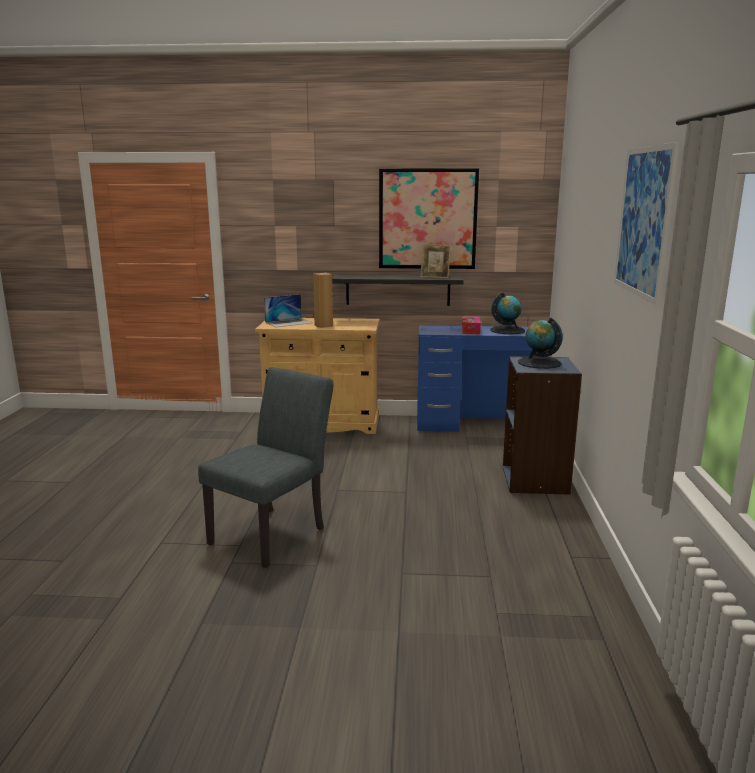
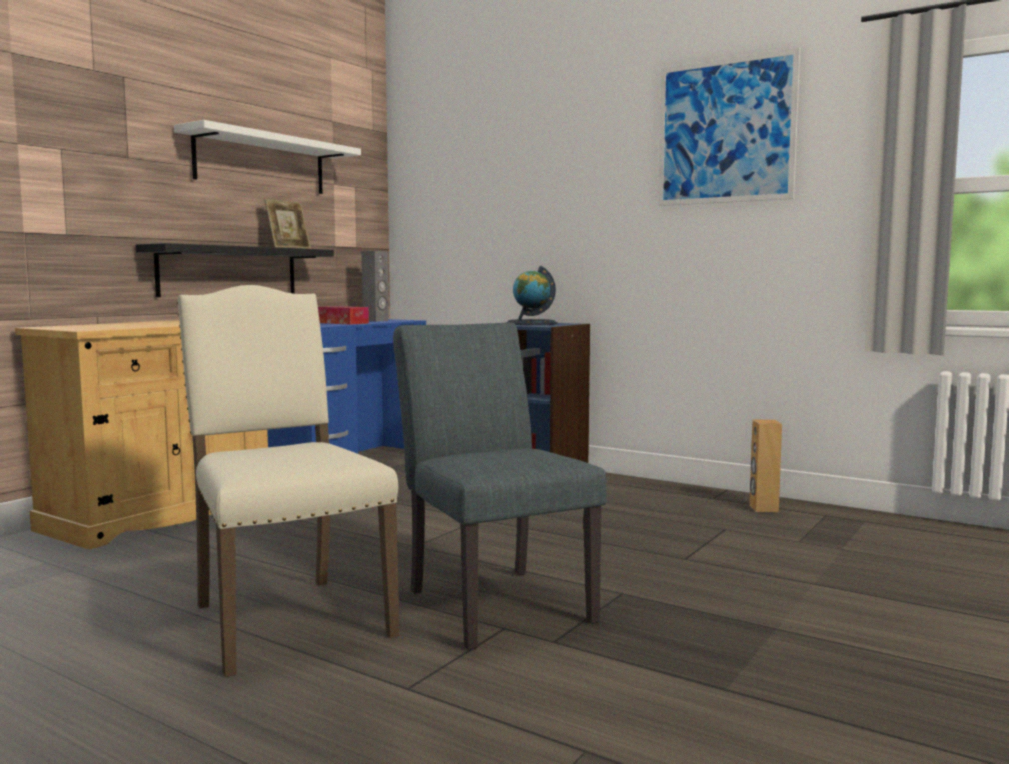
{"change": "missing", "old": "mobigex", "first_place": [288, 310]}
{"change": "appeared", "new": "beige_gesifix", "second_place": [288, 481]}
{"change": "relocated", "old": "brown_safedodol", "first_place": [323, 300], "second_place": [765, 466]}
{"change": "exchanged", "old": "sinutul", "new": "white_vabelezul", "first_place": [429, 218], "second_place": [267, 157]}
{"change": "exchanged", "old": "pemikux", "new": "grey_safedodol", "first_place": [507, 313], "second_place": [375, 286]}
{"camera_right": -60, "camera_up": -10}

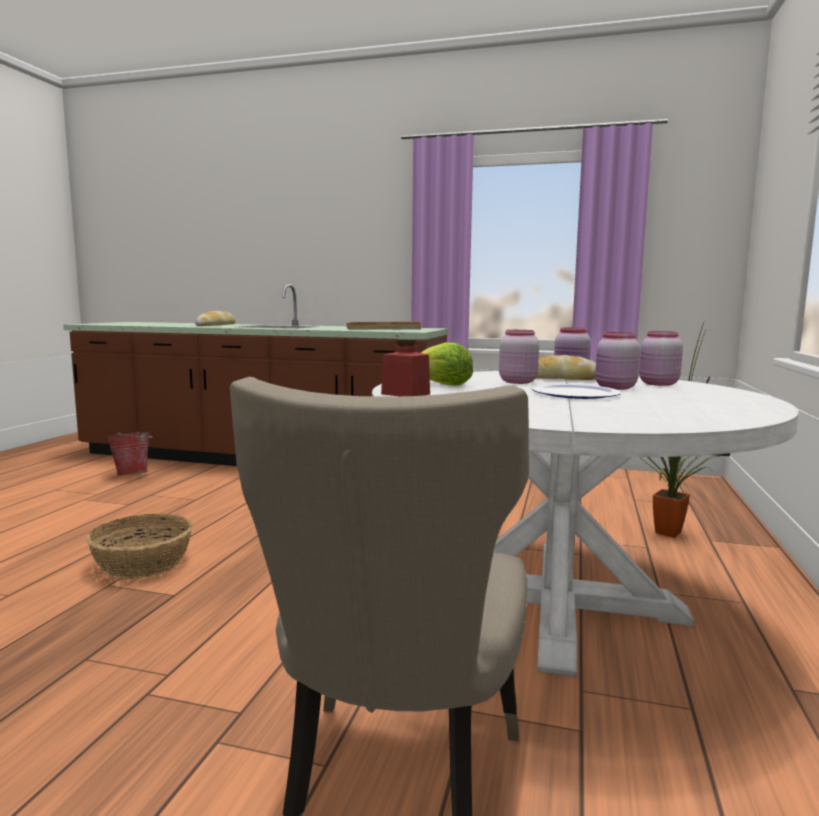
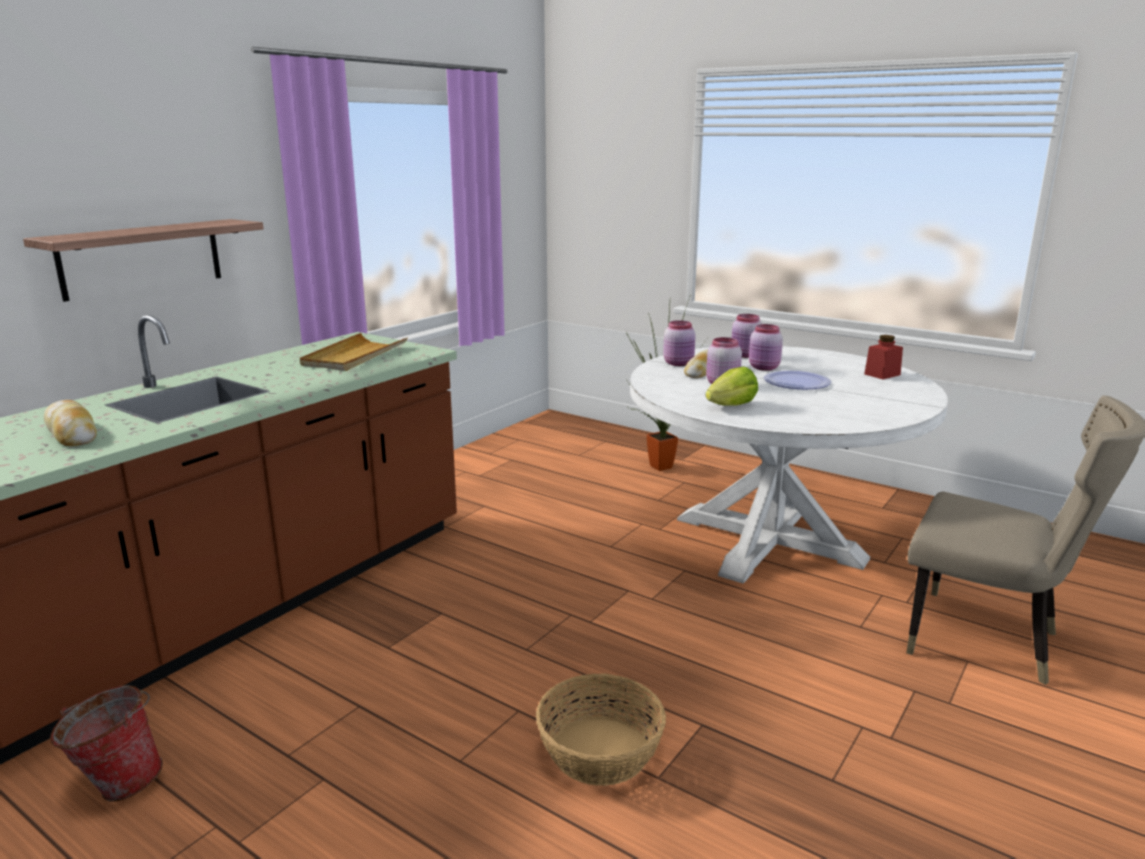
{"change": "appeared", "new": "vabelezul", "second_place": [143, 260]}
{"change": "relocated", "old": "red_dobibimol", "first_place": [405, 367], "second_place": [883, 357]}
{"camera_right": -70, "camera_up": 10}

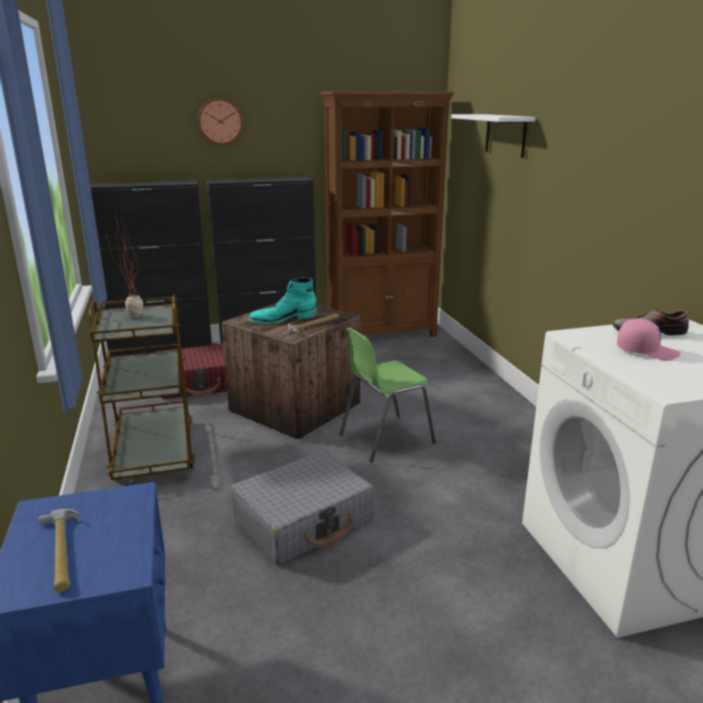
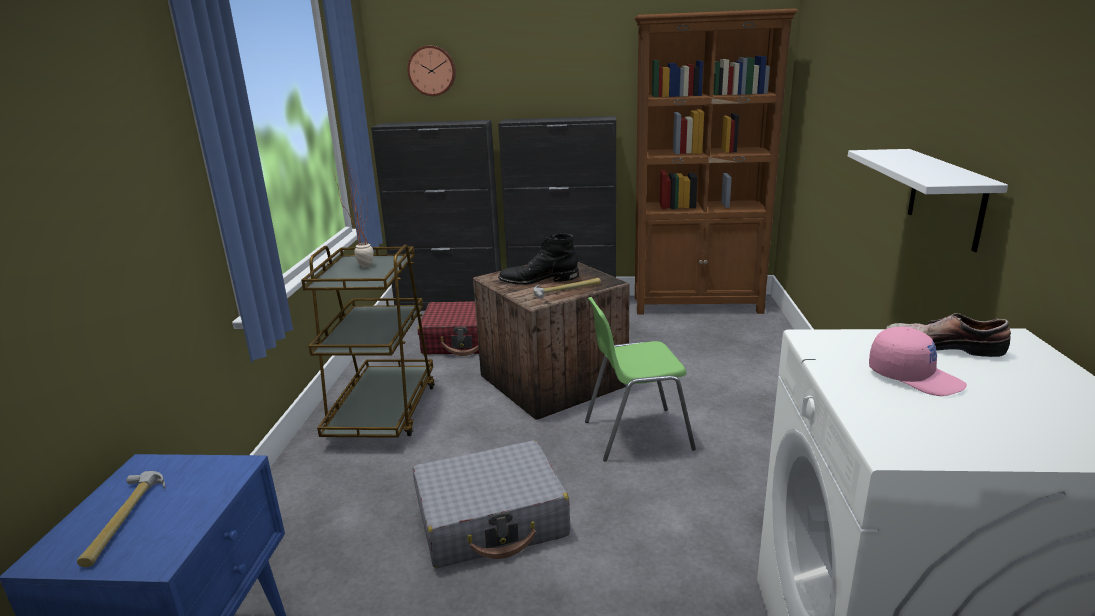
{"change": "relocated", "old": "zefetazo", "first_place": [220, 121], "second_place": [431, 70]}
{"change": "relocated", "old": "white_vabelezul", "first_place": [493, 136], "second_place": [928, 200]}
{"change": "colour", "old": "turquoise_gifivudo", "new": "black_gifivudo", "first_place": [282, 301], "second_place": [538, 259]}
{"camera_right": 20, "camera_up": 0}

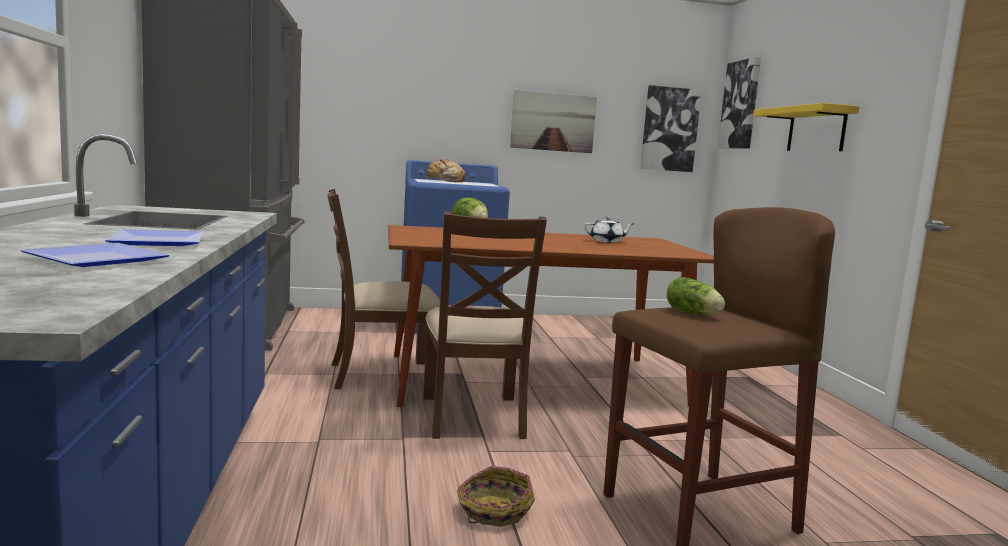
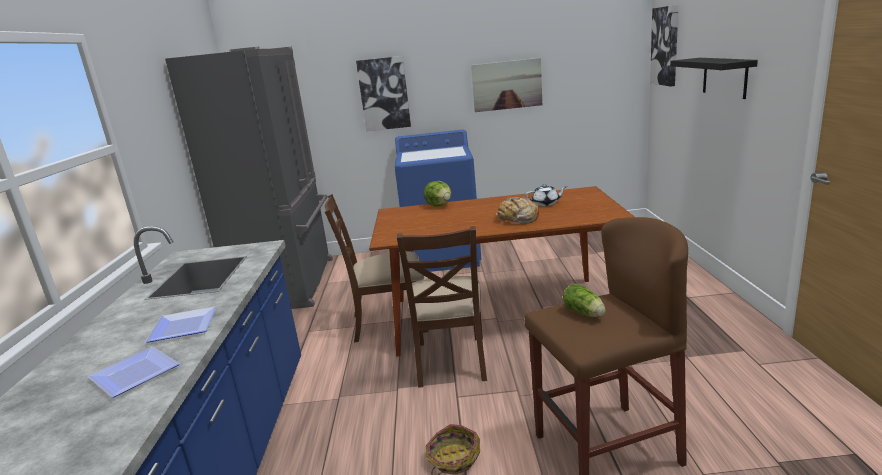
{"change": "relocated", "old": "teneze", "first_place": [445, 170], "second_place": [517, 210]}
{"change": "relocated", "old": "sinutul", "first_place": [671, 128], "second_place": [383, 93]}
{"change": "colour", "old": "yellow_vabelezul", "new": "black_vabelezul", "first_place": [806, 127], "second_place": [714, 78]}
{"camera_right": 10, "camera_up": 10}

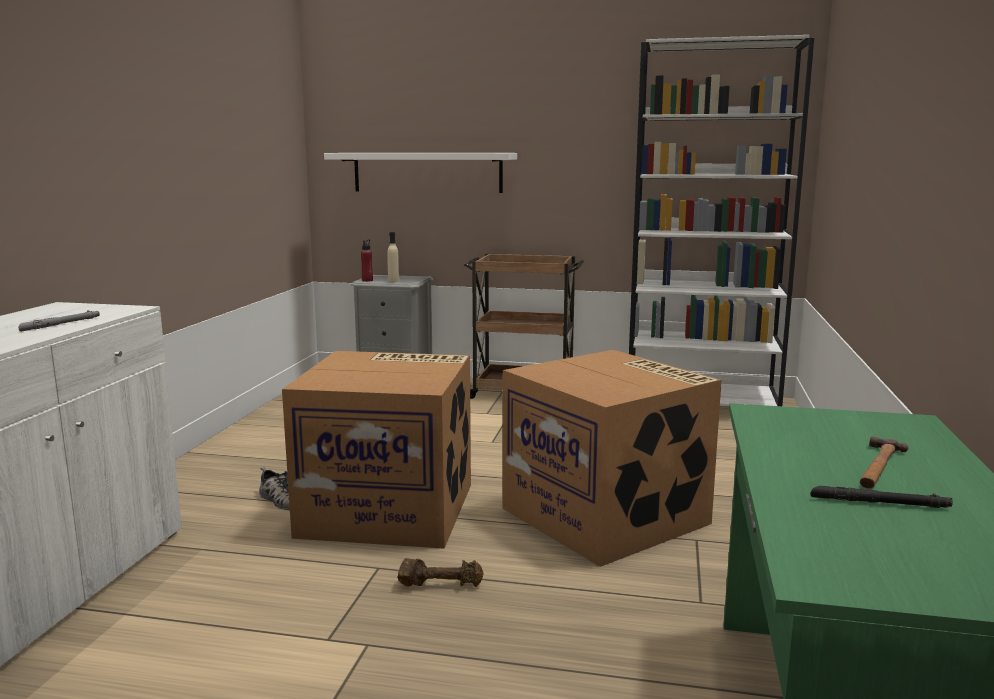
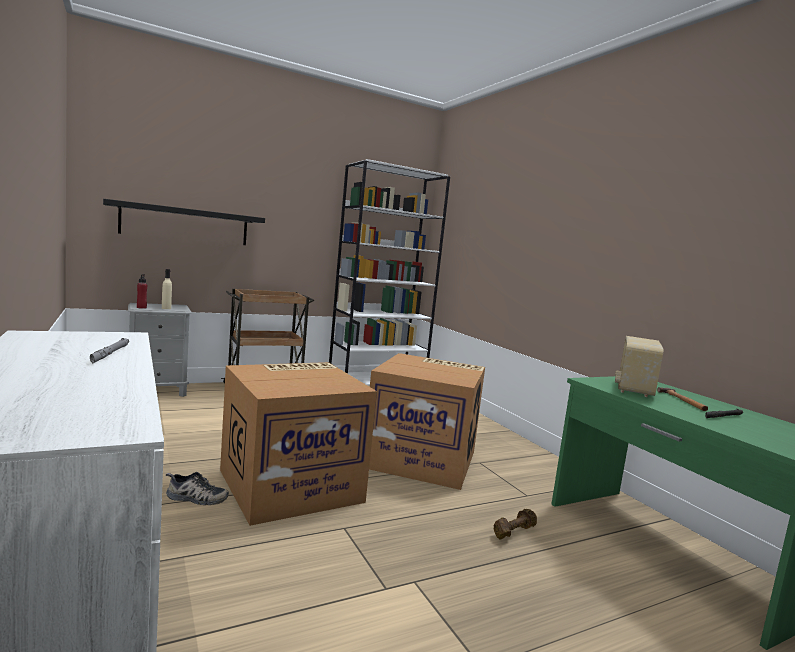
{"change": "appeared", "new": "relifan", "second_place": [639, 366]}
{"change": "relocated", "old": "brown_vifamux", "first_place": [440, 572], "second_place": [515, 524]}
{"change": "colour", "old": "white_vabelezul", "new": "black_vabelezul", "first_place": [420, 173], "second_place": [184, 222]}
{"camera_right": -40, "camera_up": -5}

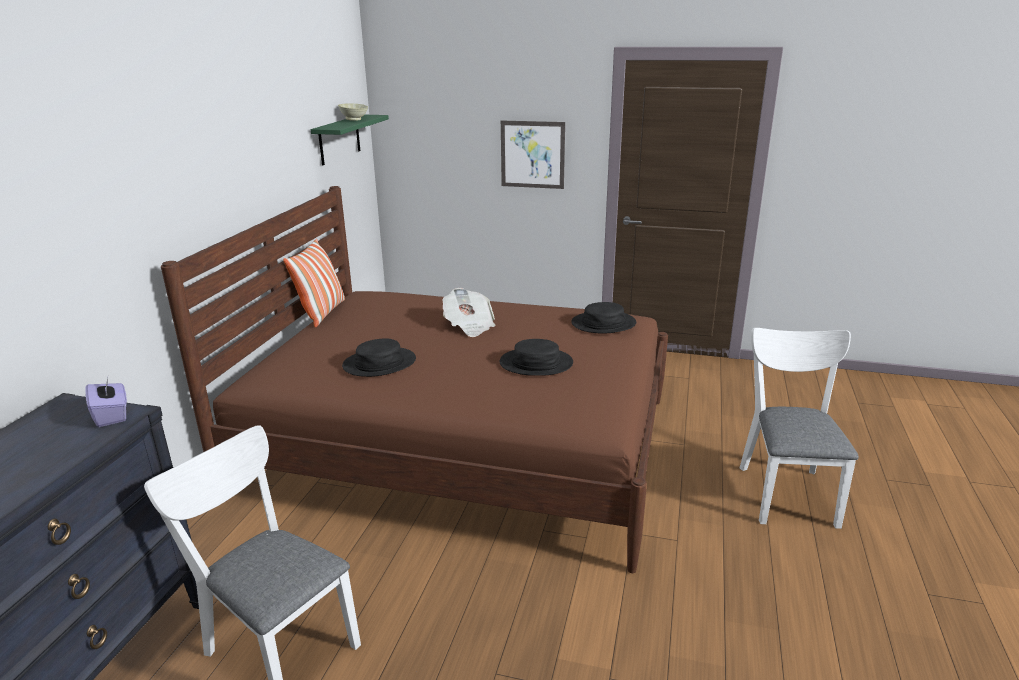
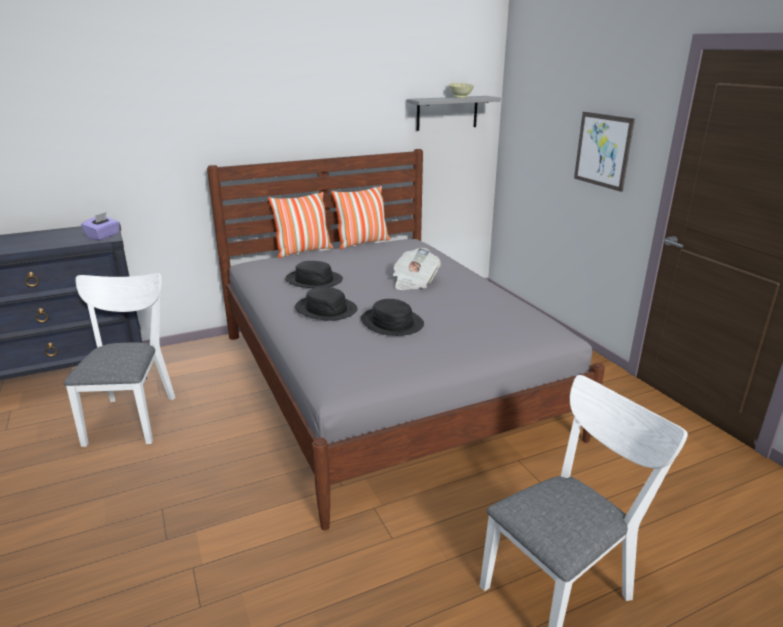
{"change": "appeared", "new": "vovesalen", "second_place": [300, 225]}
{"change": "relocated", "old": "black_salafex", "first_place": [603, 318], "second_place": [326, 304]}
{"change": "colour", "old": "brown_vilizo", "new": "grey_vilizo", "first_place": [414, 379], "second_place": [406, 339]}
{"change": "colour", "old": "green_vabelezul", "new": "grey_vabelezul", "first_place": [350, 140], "second_place": [454, 113]}
{"camera_right": 50, "camera_up": 0}

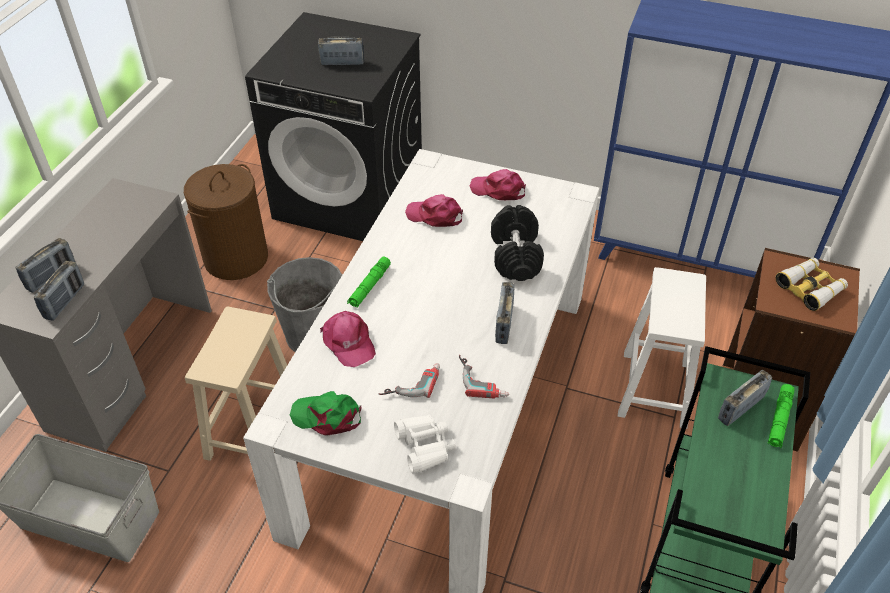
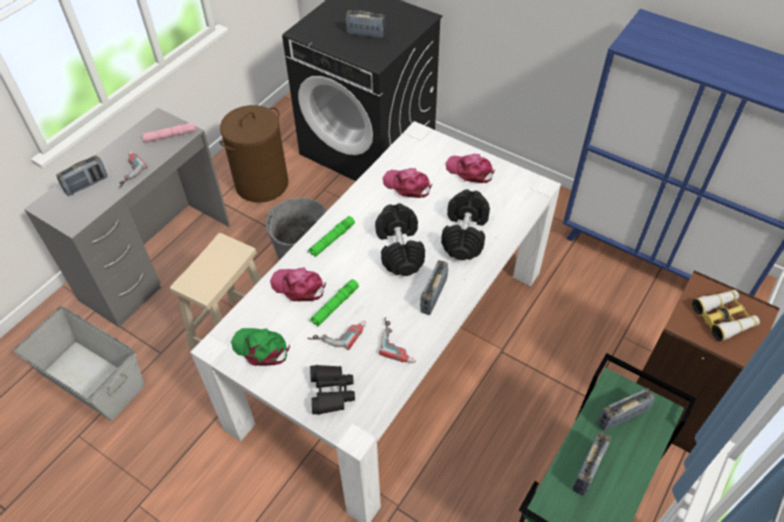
{"change": "missing", "old": "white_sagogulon", "first_place": [662, 348]}
{"change": "appeared", "new": "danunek", "second_place": [133, 169]}
{"change": "appeared", "new": "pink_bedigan", "second_place": [169, 132]}
{"change": "appeared", "new": "black_vifamux", "second_place": [400, 239]}
{"change": "relocated", "old": "relifan", "first_place": [59, 291], "second_place": [592, 464]}
{"change": "relocated", "old": "green_bedigan", "first_place": [781, 416], "second_place": [334, 303]}
{"change": "colour", "old": "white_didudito", "new": "black_didudito", "first_place": [425, 444], "second_place": [332, 390]}
{"change": "spun", "old": "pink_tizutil", "first_place": [348, 339], "second_place": [298, 284], "degrees": 135}
{"camera_right": 15, "camera_up": 5}

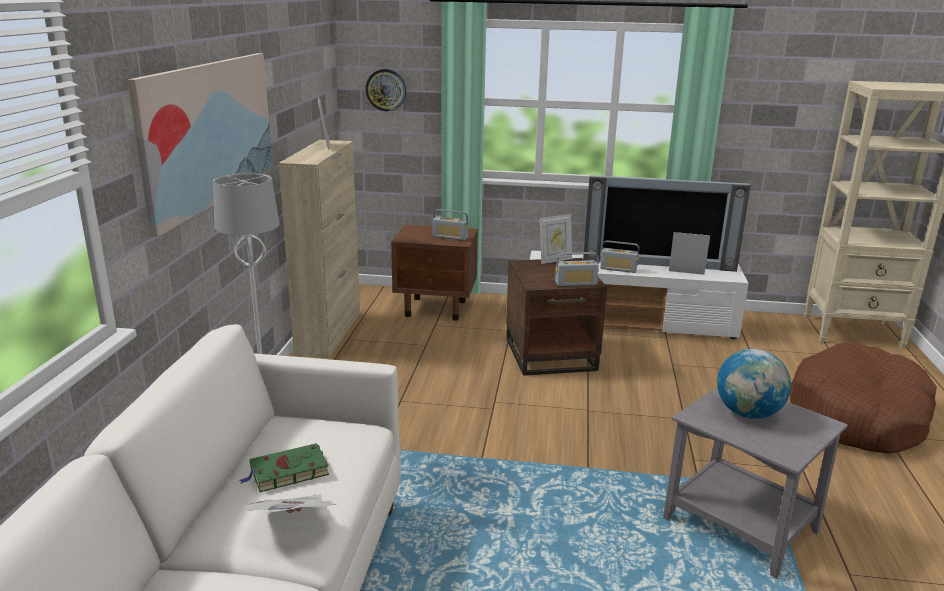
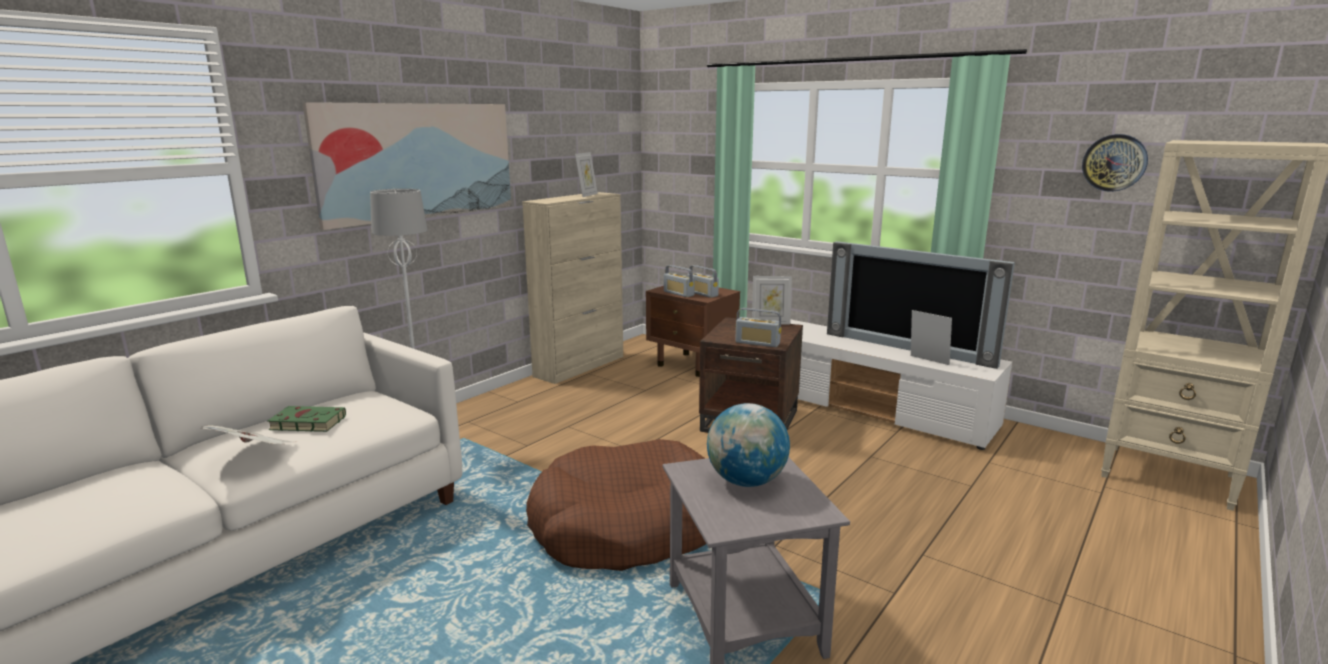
{"change": "relocated", "old": "zefetazo", "first_place": [385, 90], "second_place": [1115, 163]}
{"change": "relocated", "old": "relifan", "first_place": [619, 256], "second_place": [679, 281]}
{"change": "relocated", "old": "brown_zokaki", "first_place": [863, 398], "second_place": [616, 505]}
{"camera_right": 30, "camera_up": -5}

